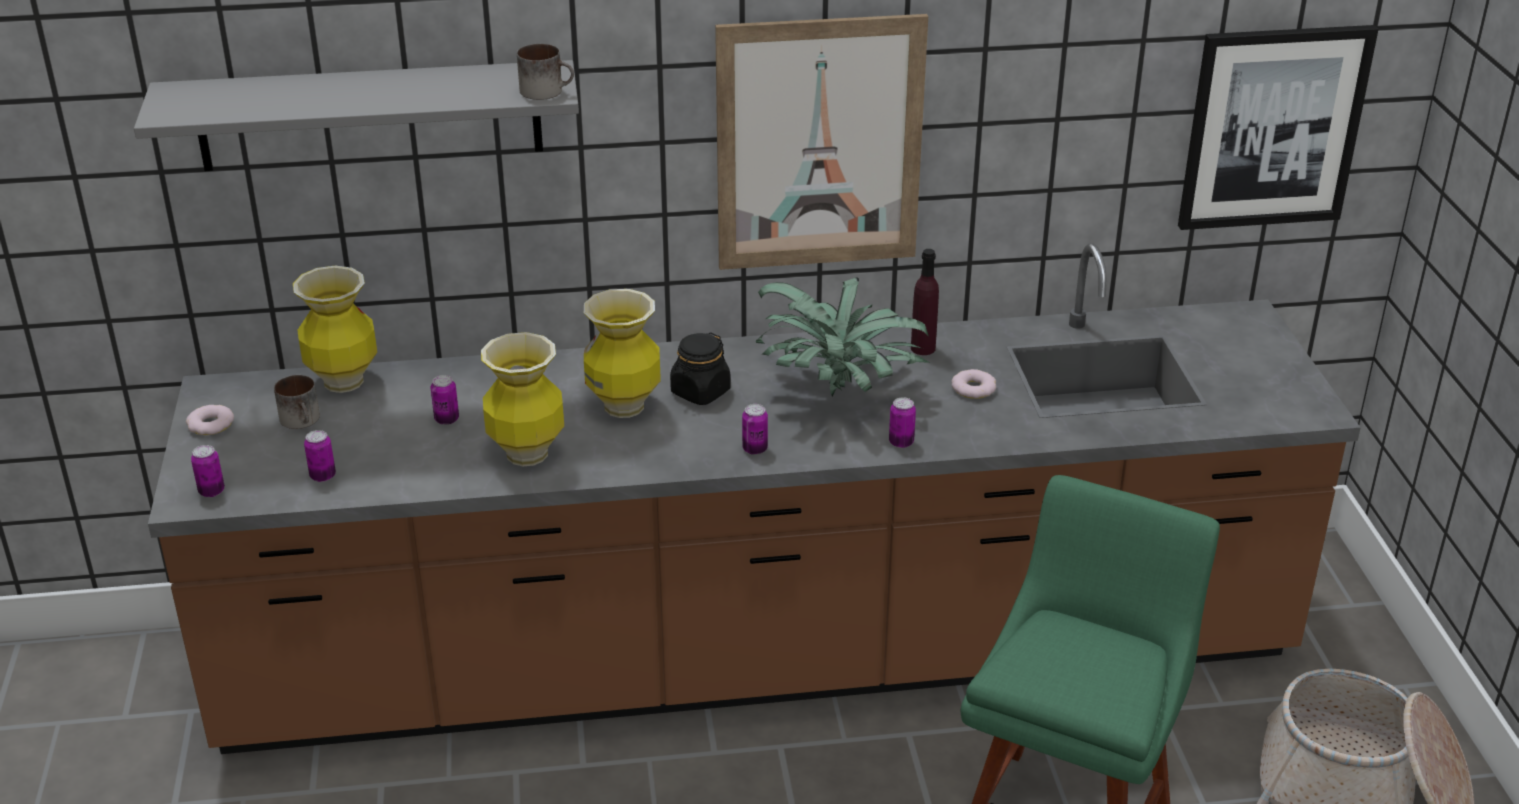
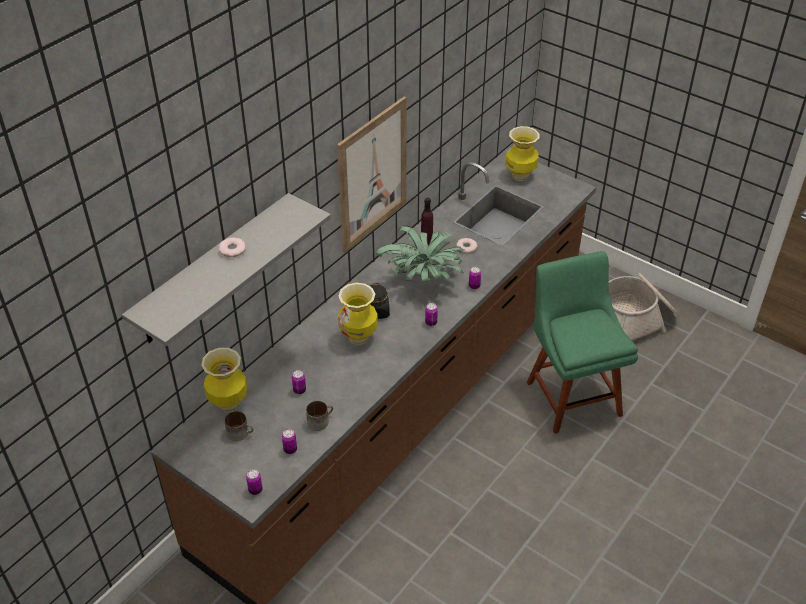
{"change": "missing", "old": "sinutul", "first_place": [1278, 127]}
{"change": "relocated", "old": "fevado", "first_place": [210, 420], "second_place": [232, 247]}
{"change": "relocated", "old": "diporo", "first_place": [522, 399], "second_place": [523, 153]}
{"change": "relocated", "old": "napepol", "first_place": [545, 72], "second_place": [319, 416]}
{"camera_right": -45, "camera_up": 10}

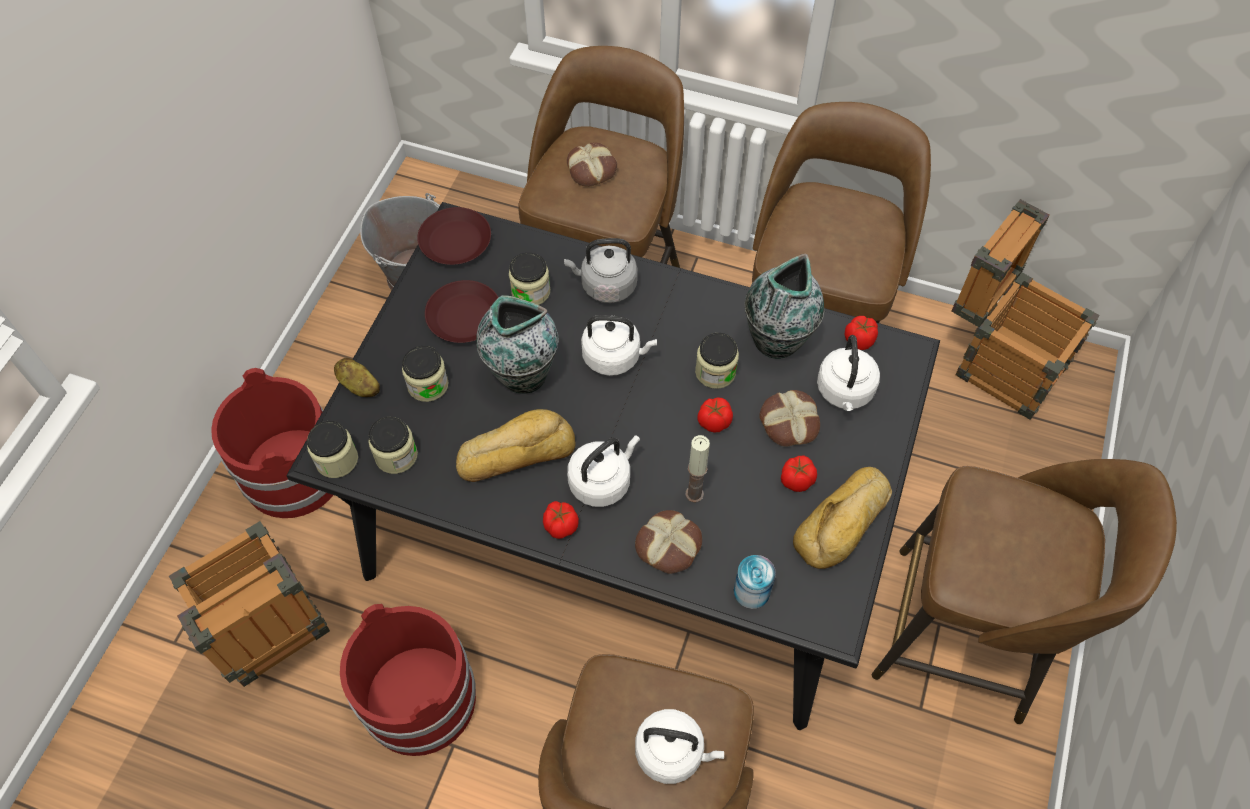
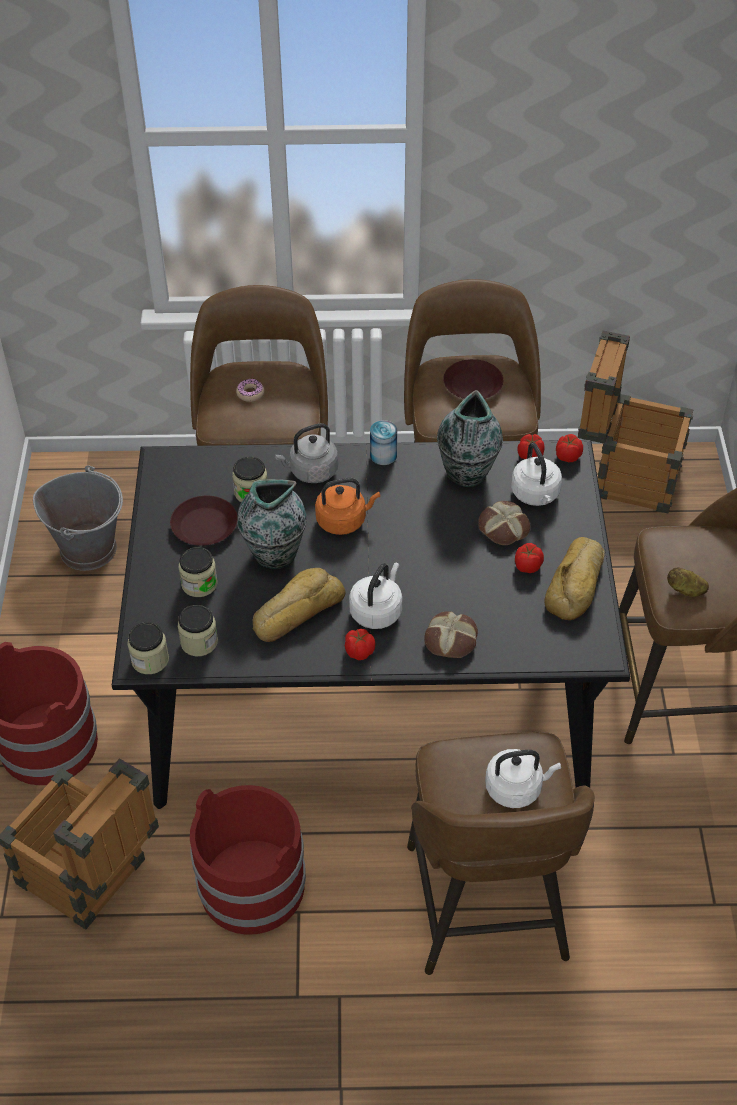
{"change": "missing", "old": "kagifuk", "first_place": [697, 469]}
{"change": "missing", "old": "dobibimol", "first_place": [717, 361]}
{"change": "relocated", "old": "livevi", "first_place": [357, 377], "second_place": [688, 582]}
{"change": "relocated", "old": "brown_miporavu", "first_place": [454, 236], "second_place": [473, 379]}
{"change": "relocated", "old": "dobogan", "first_place": [715, 415], "second_place": [569, 448]}
{"change": "relocated", "old": "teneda", "first_place": [754, 582], "second_place": [383, 442]}
{"change": "exchanged", "old": "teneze", "new": "fevado", "first_place": [592, 164], "second_place": [250, 390]}
{"change": "colour", "old": "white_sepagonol", "new": "orange_sepagonol", "first_place": [619, 345], "second_place": [347, 506]}
{"camera_right": -20, "camera_up": -10}

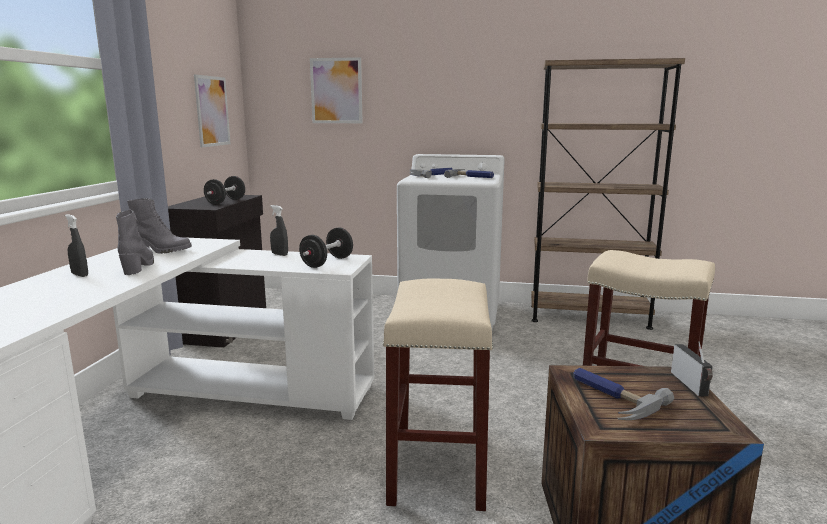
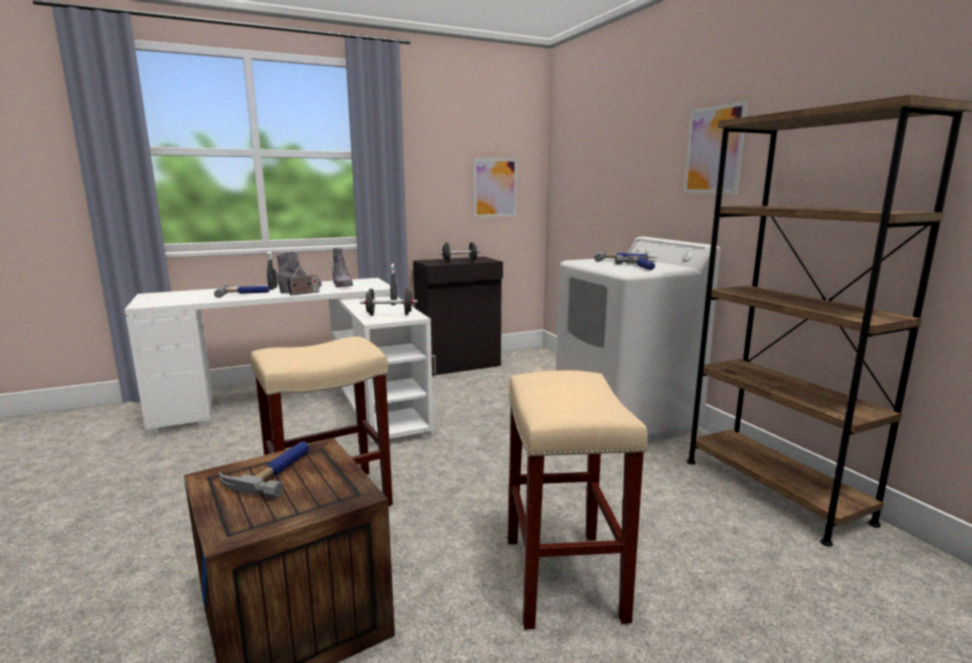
{"change": "appeared", "new": "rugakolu", "second_place": [242, 291]}
{"change": "relocated", "old": "sinutul", "first_place": [336, 90], "second_place": [715, 147]}
{"change": "relocated", "old": "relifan", "first_place": [692, 369], "second_place": [302, 282]}
{"camera_right": 55, "camera_up": 0}

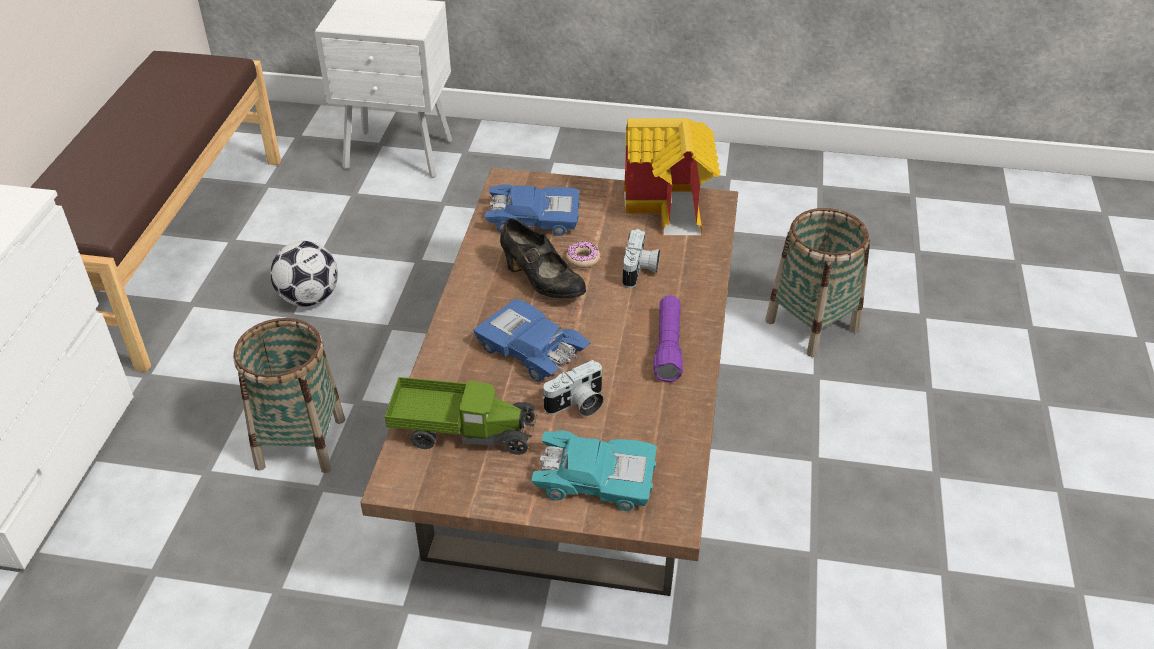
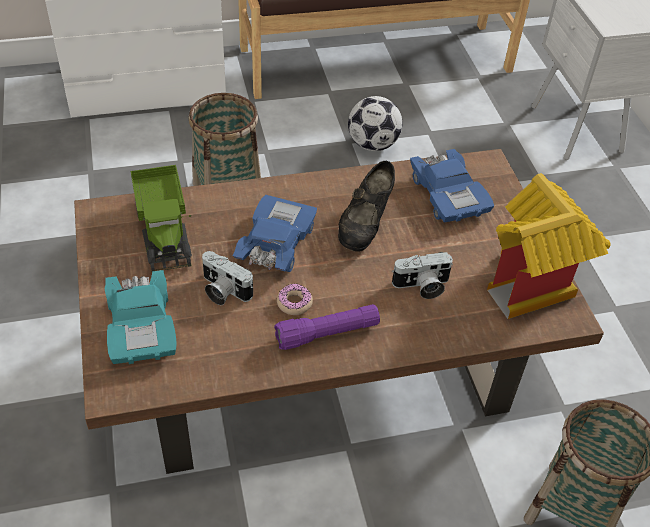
{"change": "relocated", "old": "fevado", "first_place": [583, 254], "second_place": [295, 299]}
{"camera_right": 65, "camera_up": 5}

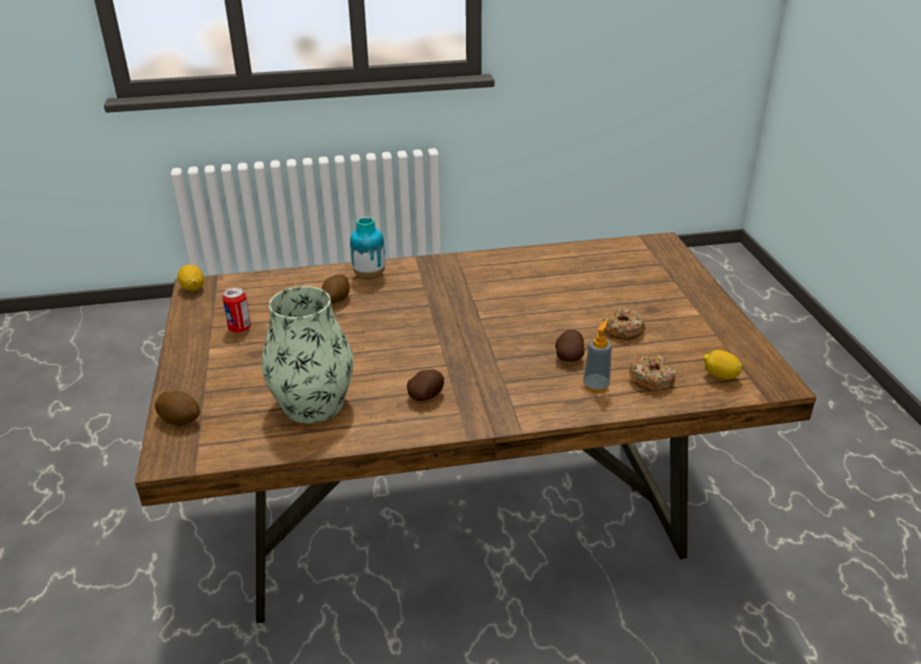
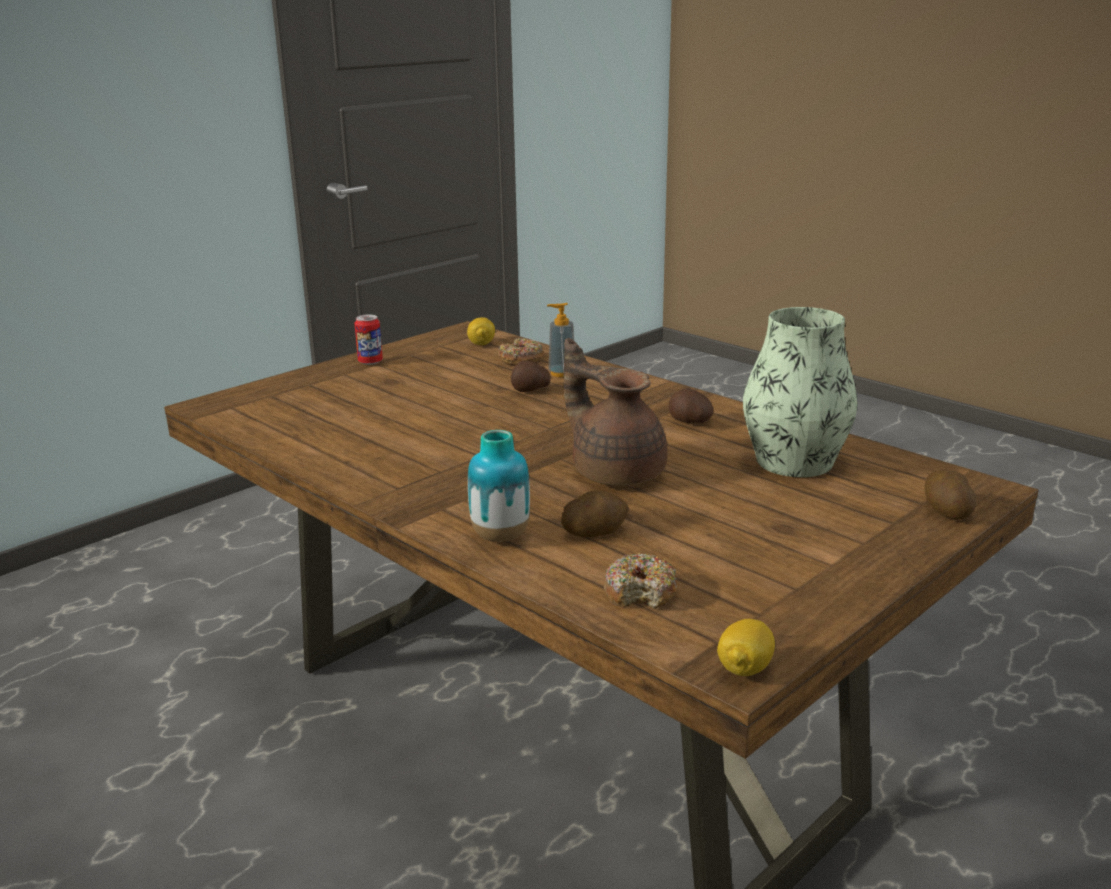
{"change": "appeared", "new": "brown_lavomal", "second_place": [616, 412]}
{"change": "relocated", "old": "teneda", "first_place": [236, 310], "second_place": [368, 340]}
{"change": "relocated", "old": "fevado", "first_place": [624, 324], "second_place": [641, 581]}
{"camera_right": -125, "camera_up": -10}

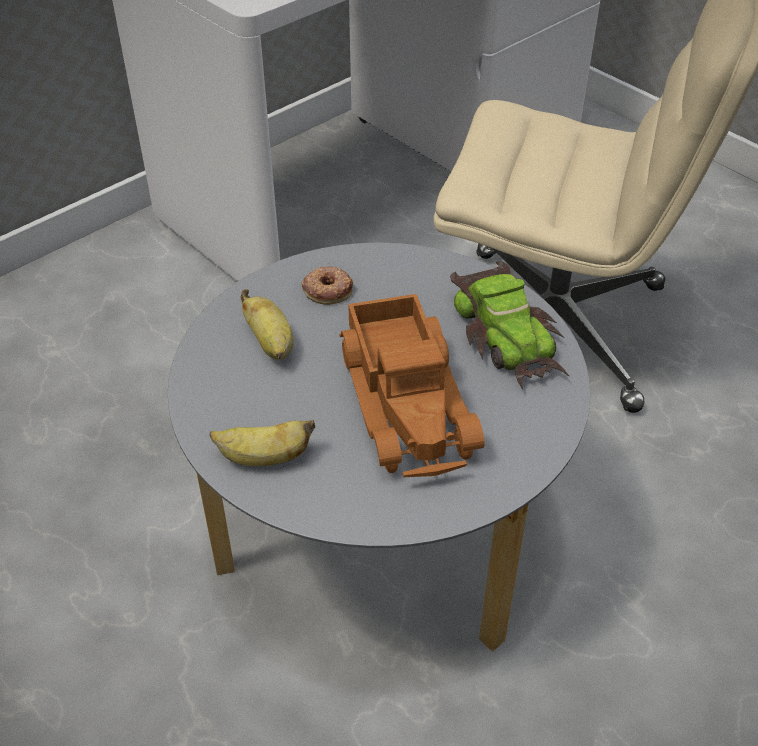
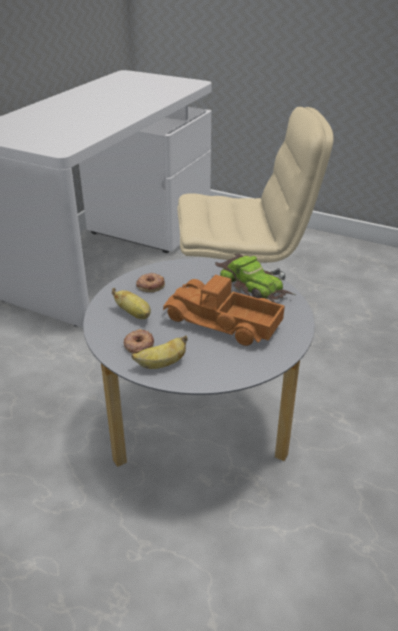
{"change": "appeared", "new": "fevado", "second_place": [139, 341]}
{"change": "spun", "old": "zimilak", "first_place": [411, 385], "second_place": [224, 310], "degrees": 150}
{"camera_right": -20, "camera_up": -10}

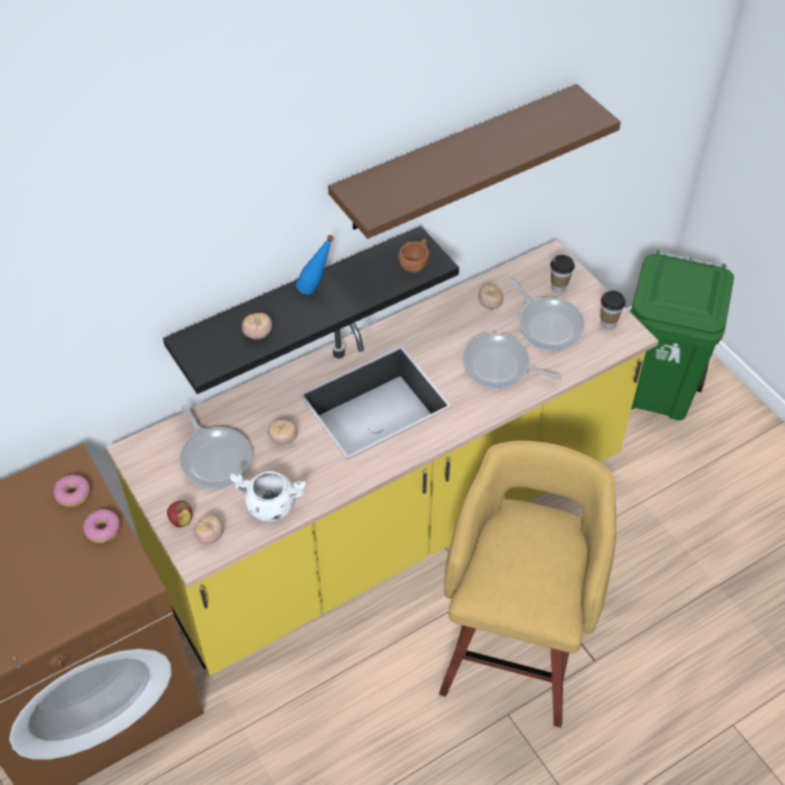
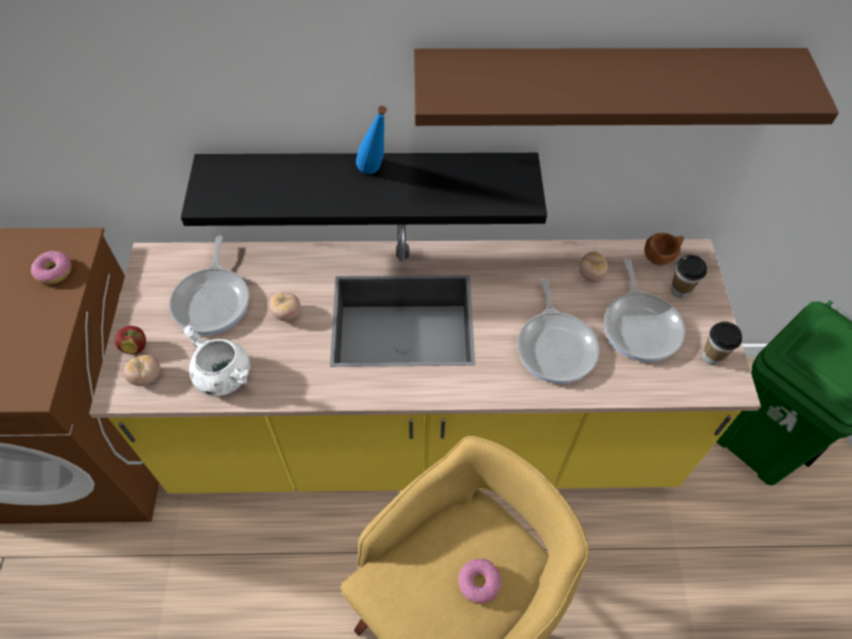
{"change": "missing", "old": "dobogan", "first_place": [257, 326]}
{"change": "relocated", "old": "fevado", "first_place": [101, 526], "second_place": [479, 581]}
{"change": "relocated", "old": "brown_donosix", "first_place": [414, 256], "second_place": [664, 249]}
{"change": "spun", "old": "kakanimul", "first_place": [512, 360], "second_place": [558, 331], "degrees": -150}
{"camera_right": 30, "camera_up": 5}

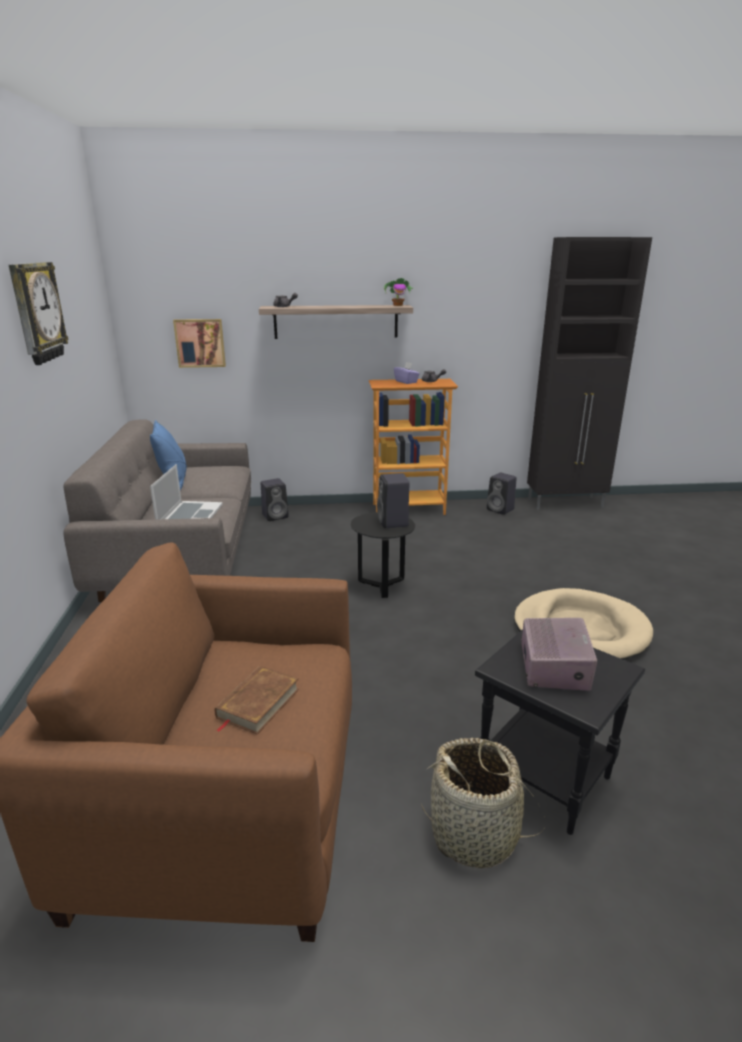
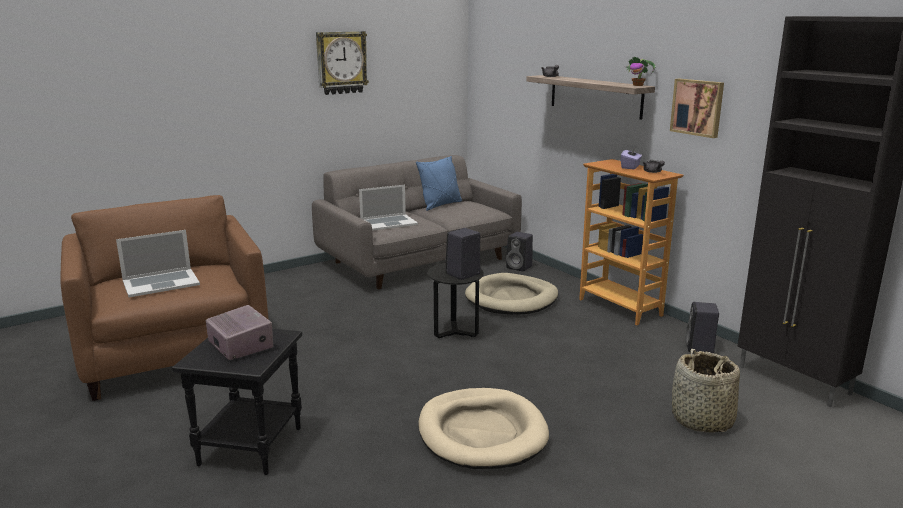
{"change": "appeared", "new": "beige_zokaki", "second_place": [511, 294]}
{"change": "relocated", "old": "sinutul", "first_place": [199, 343], "second_place": [697, 108]}
{"change": "relocated", "old": "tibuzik", "first_place": [483, 803], "second_place": [706, 391]}
{"change": "exchanged", "old": "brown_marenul", "new": "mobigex", "first_place": [257, 700], "second_place": [158, 263]}
{"change": "spun", "old": "relifan", "first_place": [559, 654], "second_place": [239, 332], "degrees": -105}
{"camera_right": 60, "camera_up": -5}

